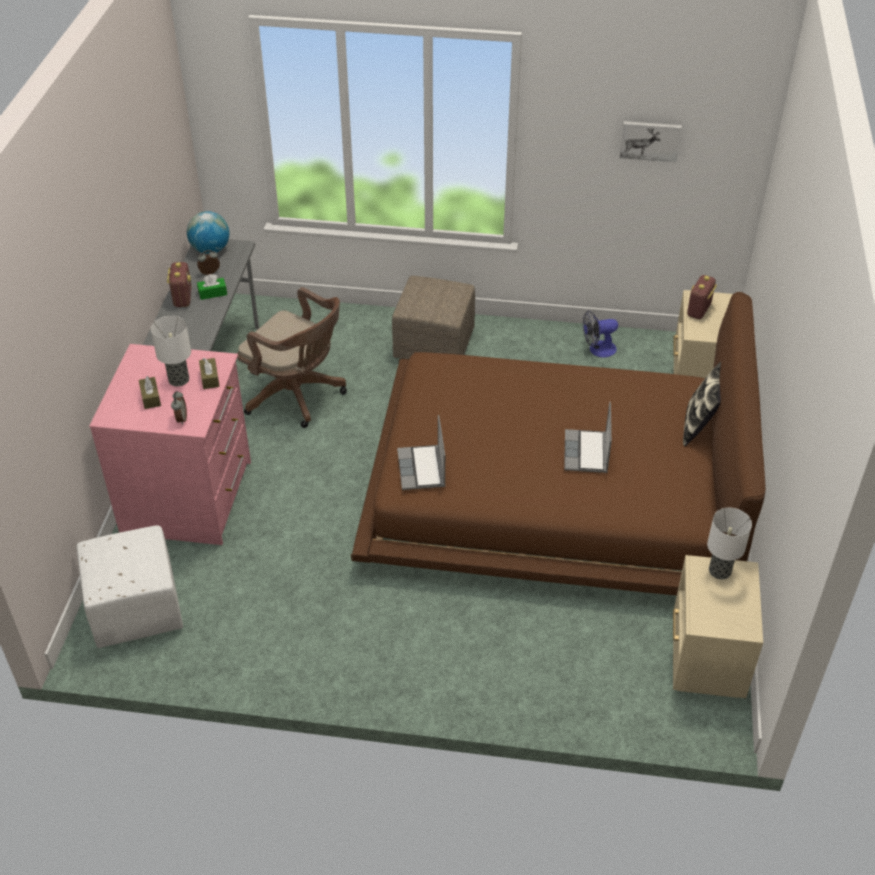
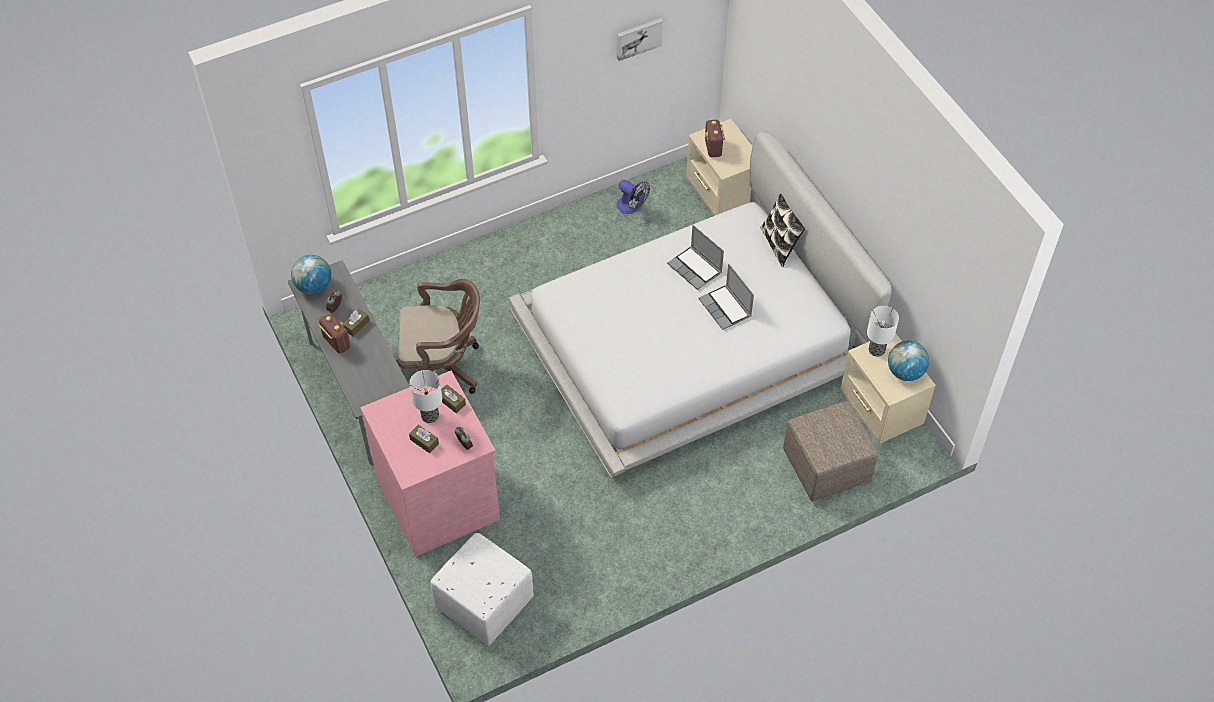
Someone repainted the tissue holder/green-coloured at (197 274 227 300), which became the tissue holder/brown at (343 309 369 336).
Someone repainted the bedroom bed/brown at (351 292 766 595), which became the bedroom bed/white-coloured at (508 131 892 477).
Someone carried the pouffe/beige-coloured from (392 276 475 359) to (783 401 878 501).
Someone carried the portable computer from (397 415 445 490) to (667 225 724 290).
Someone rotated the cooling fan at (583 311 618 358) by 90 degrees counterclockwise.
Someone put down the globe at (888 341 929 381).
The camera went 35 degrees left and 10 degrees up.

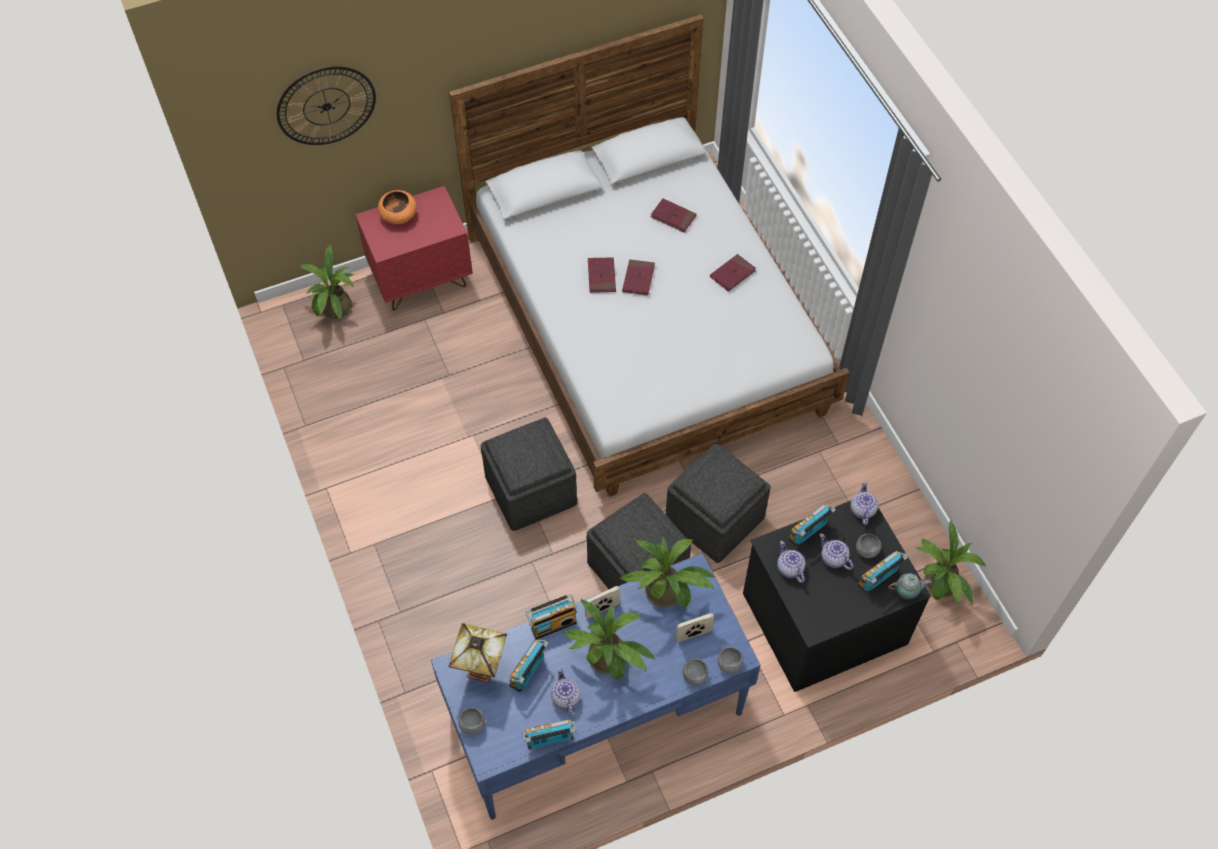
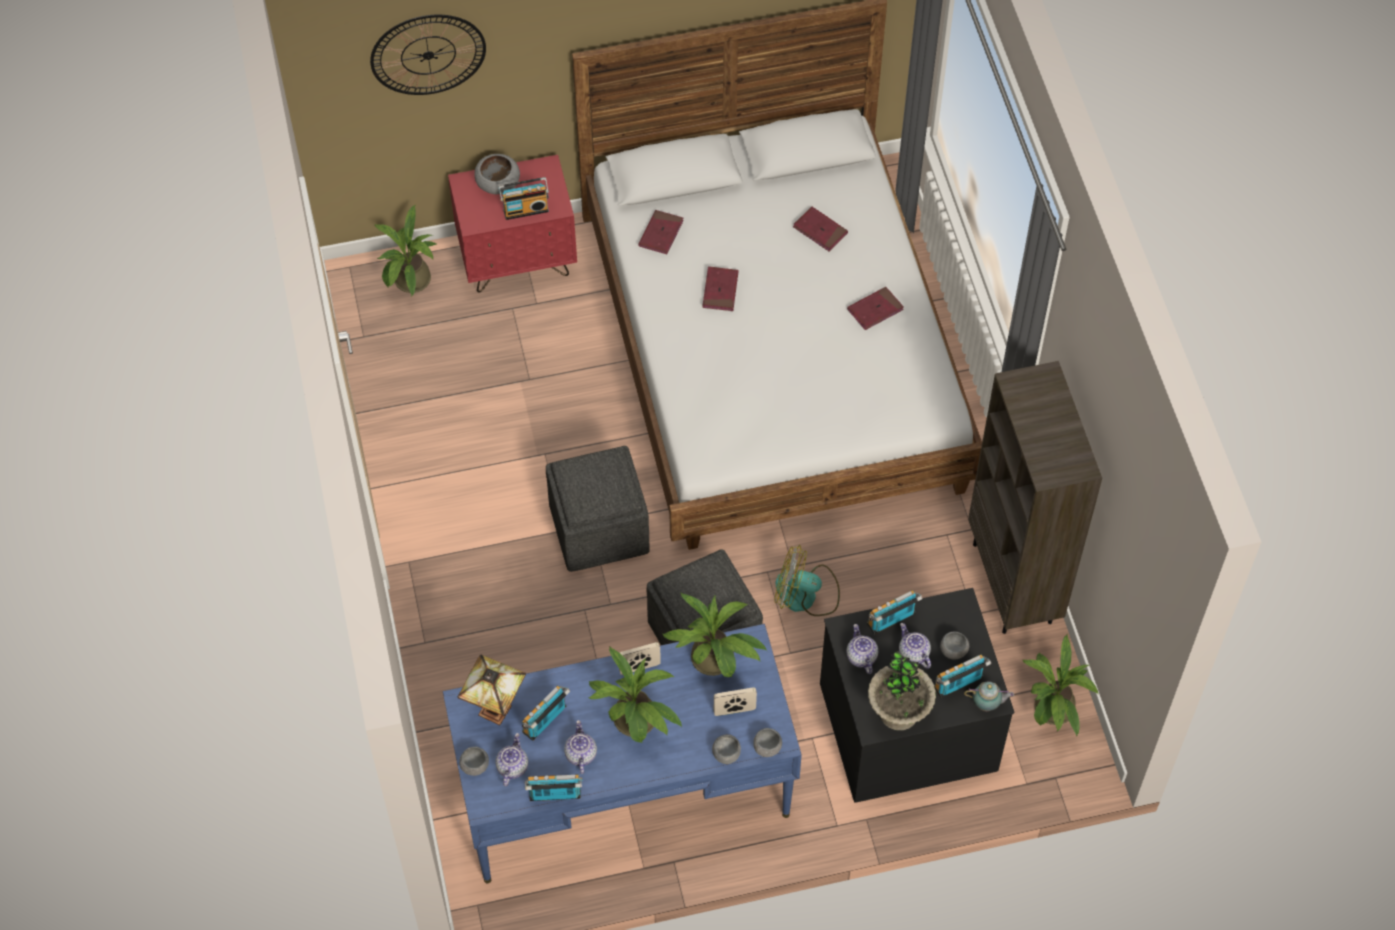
Someone repainted the serving bowl/orangey at (378 190 417 224), which became the serving bowl/grey at (474 154 520 194).
Someone carried the radio from (526 594 577 640) to (498 177 549 220).
Someone carried the book/reddish from (622 259 655 295) to (638 210 684 254).
Someone swapped the pouffe/grey at (666 443 771 563) for the cooling fan at (774 545 840 616).
Someone carried the tea pot from (850 481 878 525) to (495 733 528 786).
Someone put down the houseplant at (868 651 936 731).
Someone put down the bookshelf/brown at (968 361 1102 634).
The camera went 10 degrees right and 0 degrees up.

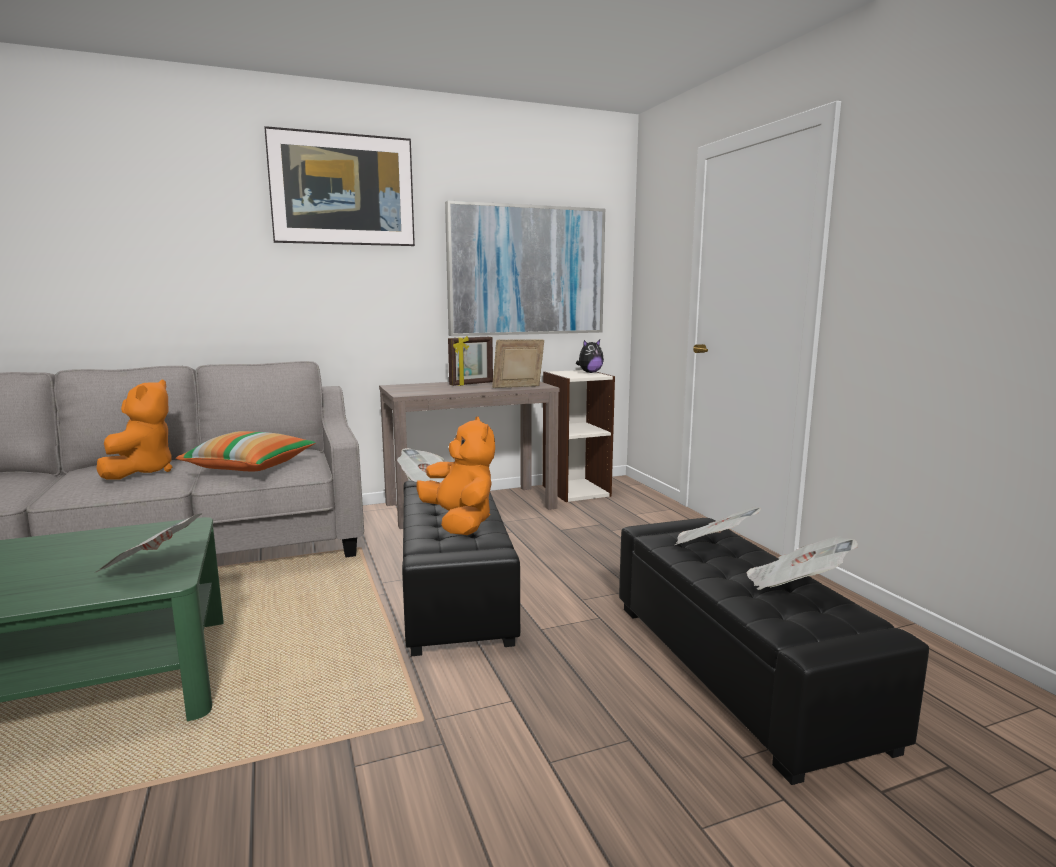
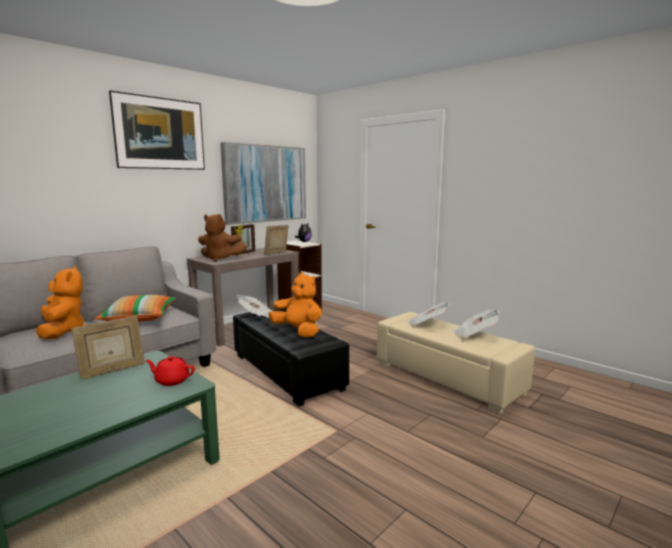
Someone swapped the newspaper at (94 513 202 573) for the tea pot/reddish at (145 356 195 386).
Someone repainted the pouffe/black at (619 518 929 785), which became the pouffe/beige-coloured at (377 312 535 414).
Someone put down the standing frame at (71 316 145 379).
Someone put down the soft toy/brown at (198 214 247 262).
The camera went 25 degrees left and 0 degrees up.

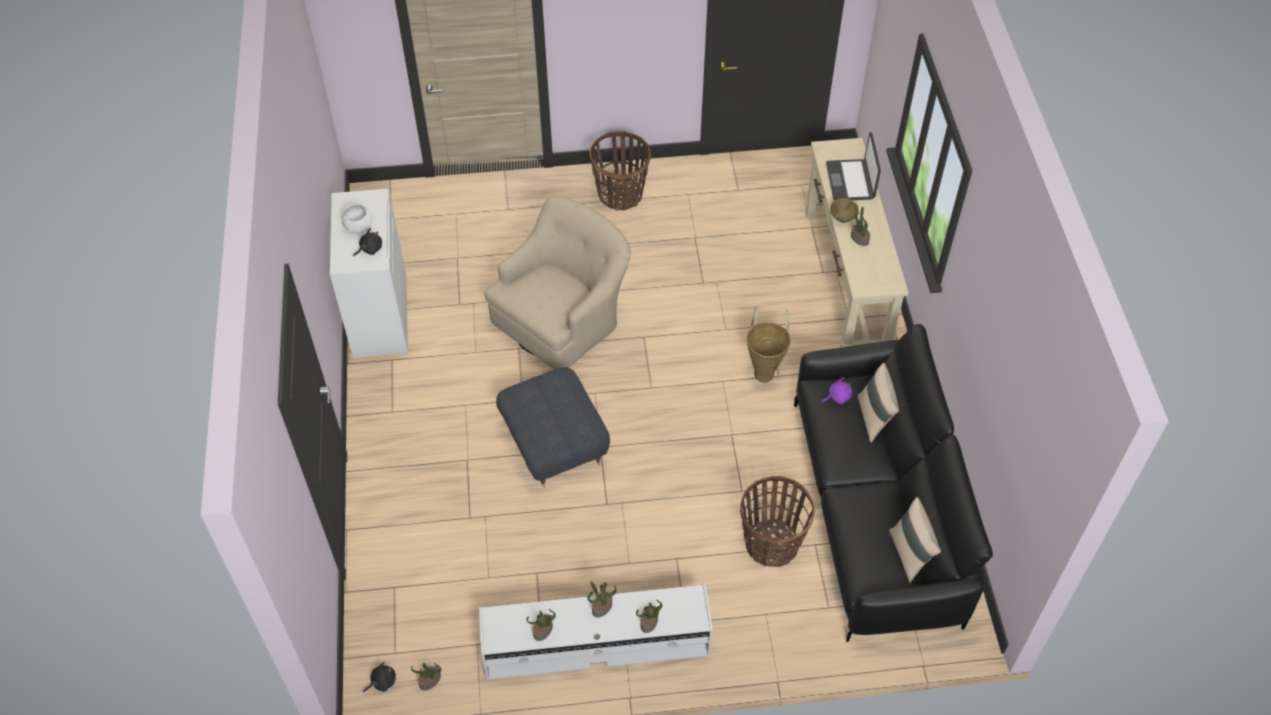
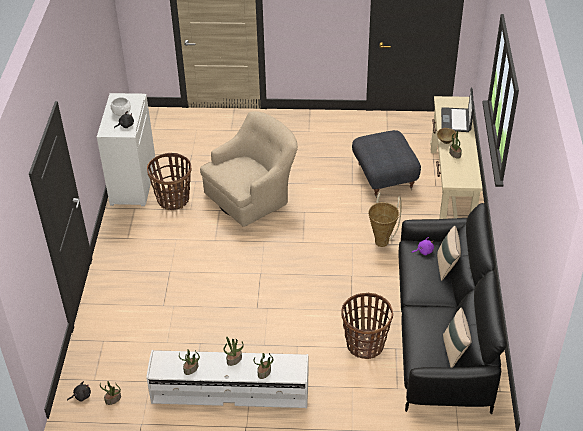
Someone carried the pouffe/grey from (496 367 610 487) to (352 130 421 198).
Someone carried the household basket from (589 131 651 211) to (147 153 192 210).
The camera went 10 degrees right and 10 degrees down.

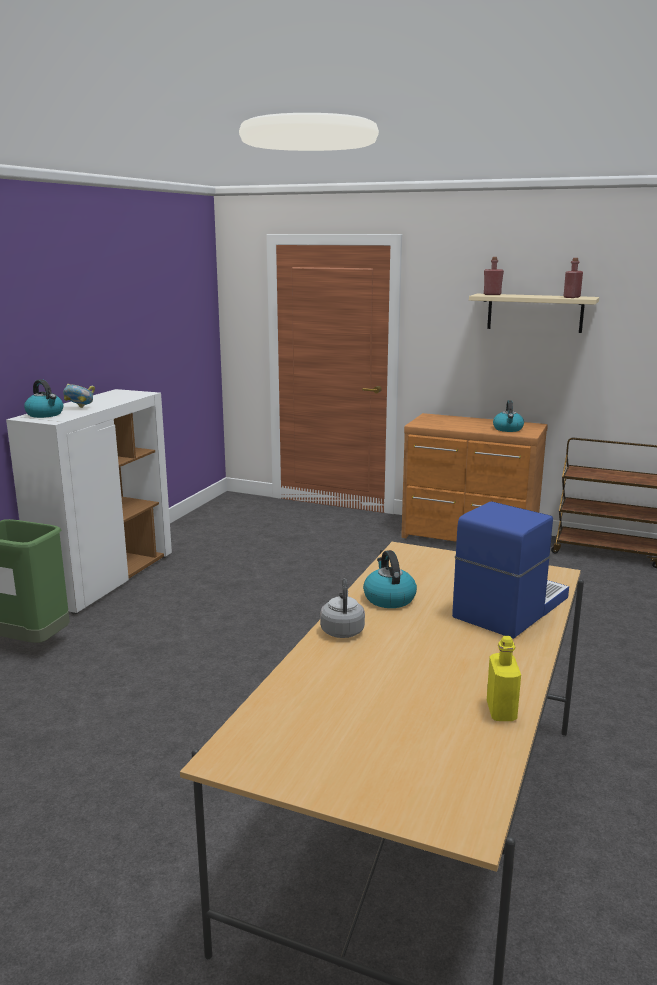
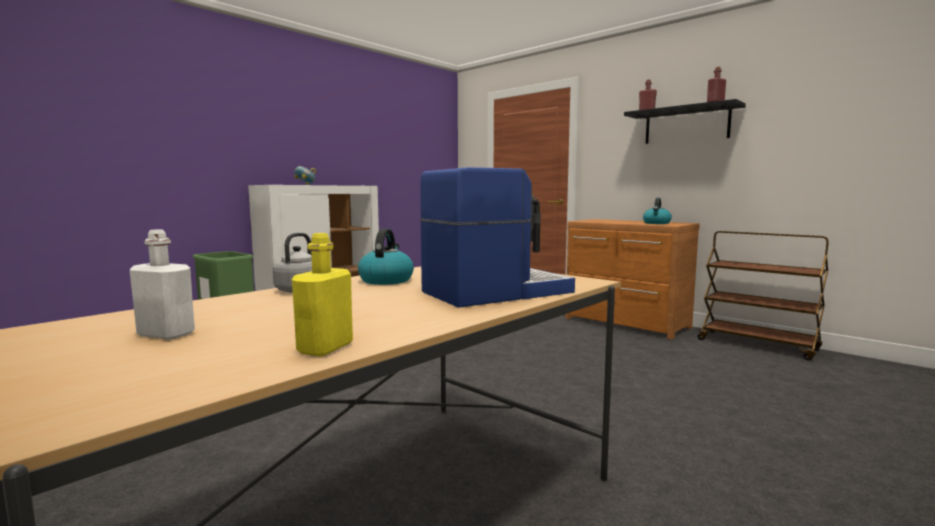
Someone took away the water kettle at (24 379 63 418).
Someone repainted the wall shelf/beige-coloured at (469 294 599 333), which became the wall shelf/black at (624 99 746 144).
Someone put down the drink bottle/white-coloured at (129 229 195 340).
The camera went 20 degrees right and 10 degrees down.

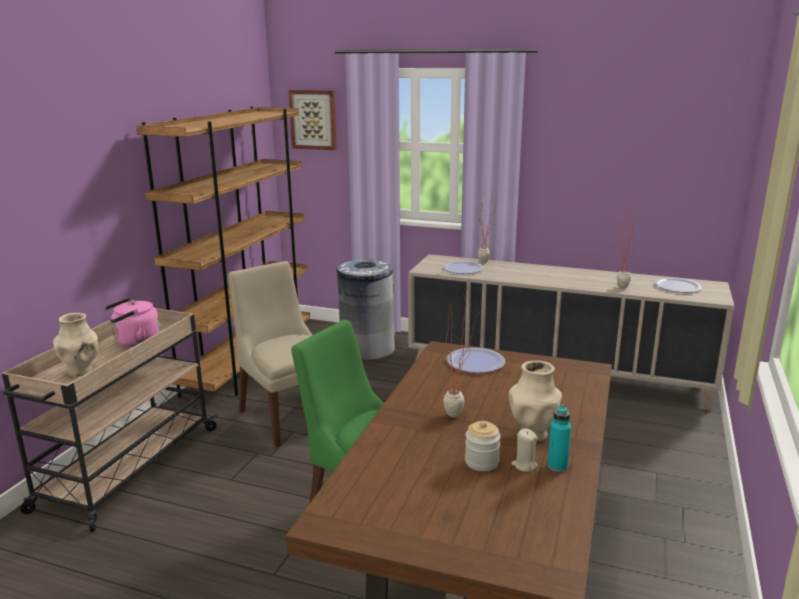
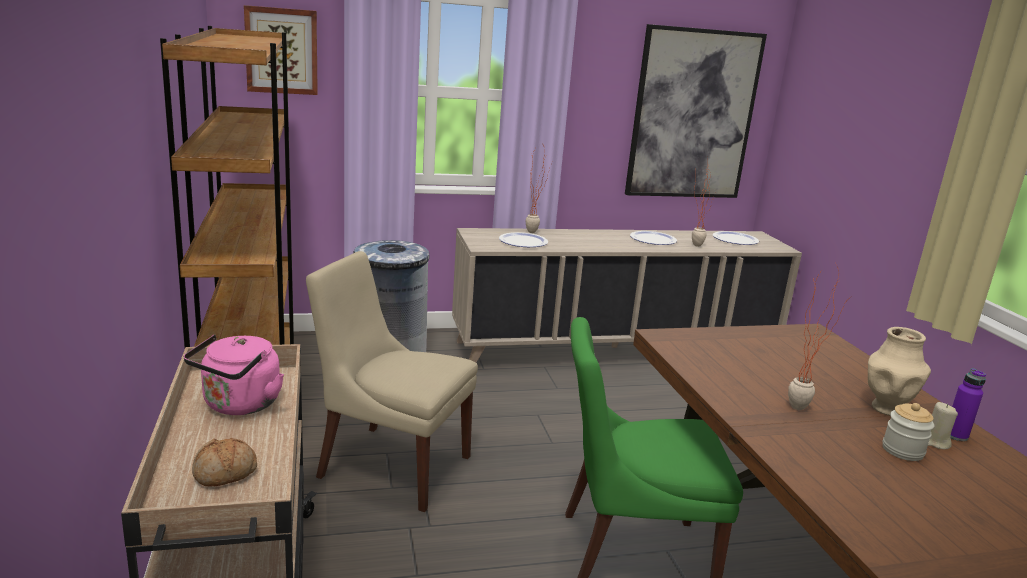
Someone swapped the vase/beige-coloured at (53 313 98 377) for the bakery bread at (192 438 257 487).
Someone carried the flat dish from (446 348 505 373) to (630 231 677 245).
Someone repainted the drink bottle/turquoise at (547 405 571 472), which became the drink bottle/purplish at (950 369 987 441).
Someone put up the wall picture at (625 24 767 198).
The camera went 35 degrees left and 0 degrees up.

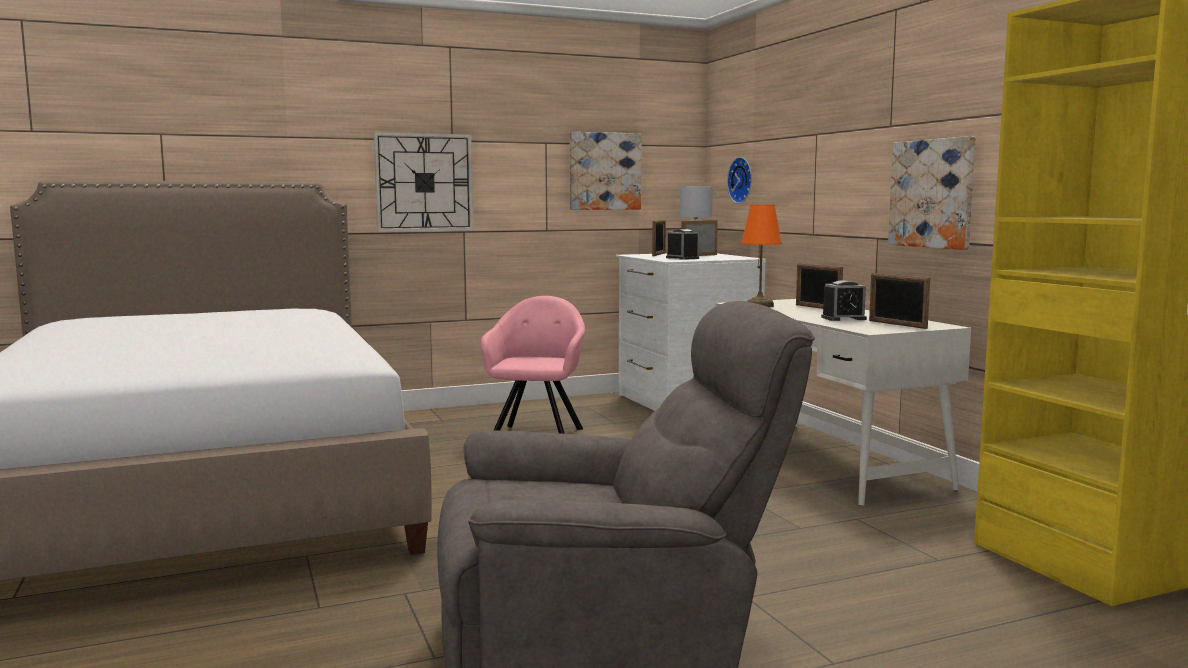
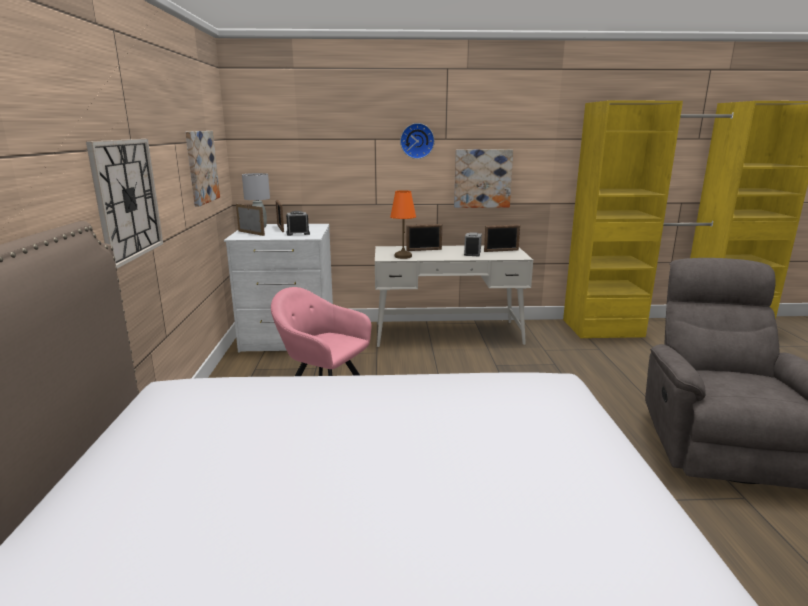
Someone carried the wall clock from (727 157 752 204) to (400 123 435 159).
The camera went 70 degrees left and 10 degrees up.

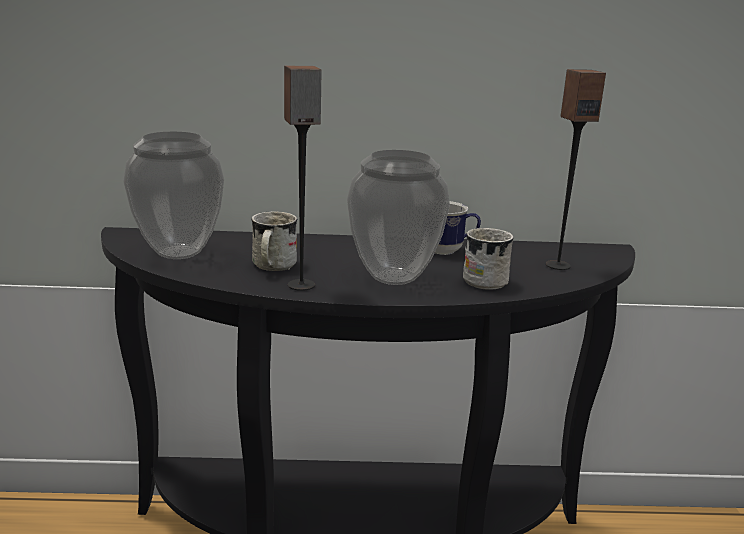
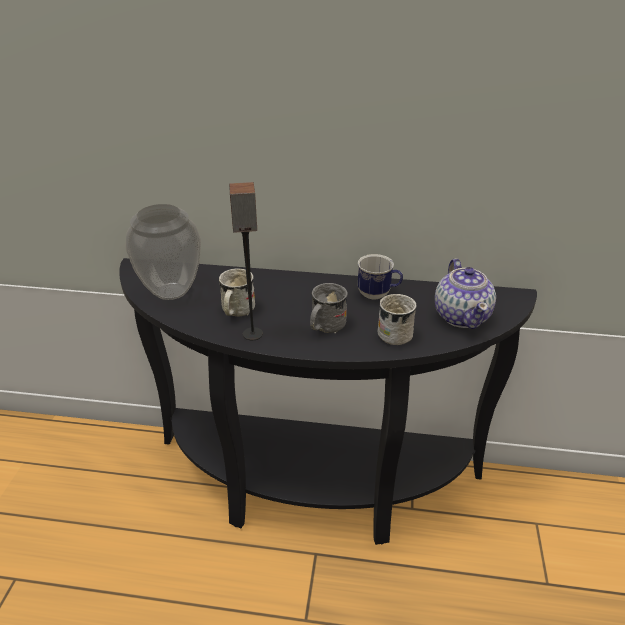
Someone swapped the vase at (347 150 450 285) for the mug/grey at (310 283 348 334).
Someone swapped the audio speaker at (546 69 606 270) for the tea pot at (435 259 496 329).
The camera went 10 degrees right and 15 degrees up.

